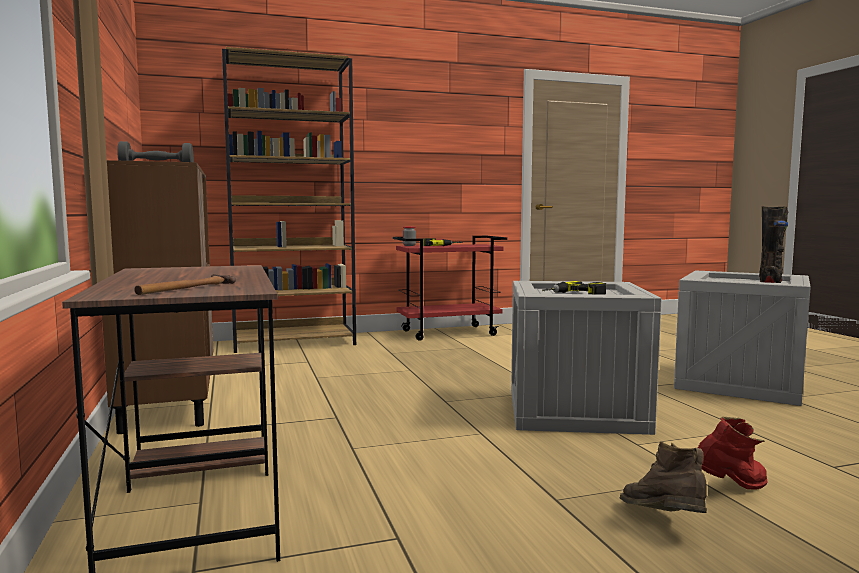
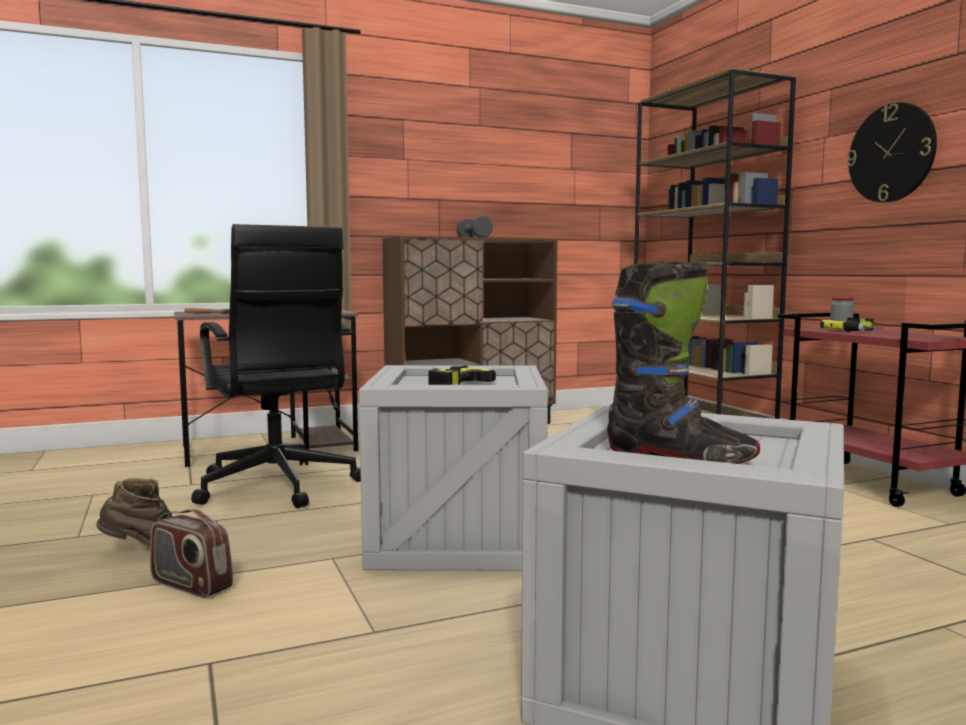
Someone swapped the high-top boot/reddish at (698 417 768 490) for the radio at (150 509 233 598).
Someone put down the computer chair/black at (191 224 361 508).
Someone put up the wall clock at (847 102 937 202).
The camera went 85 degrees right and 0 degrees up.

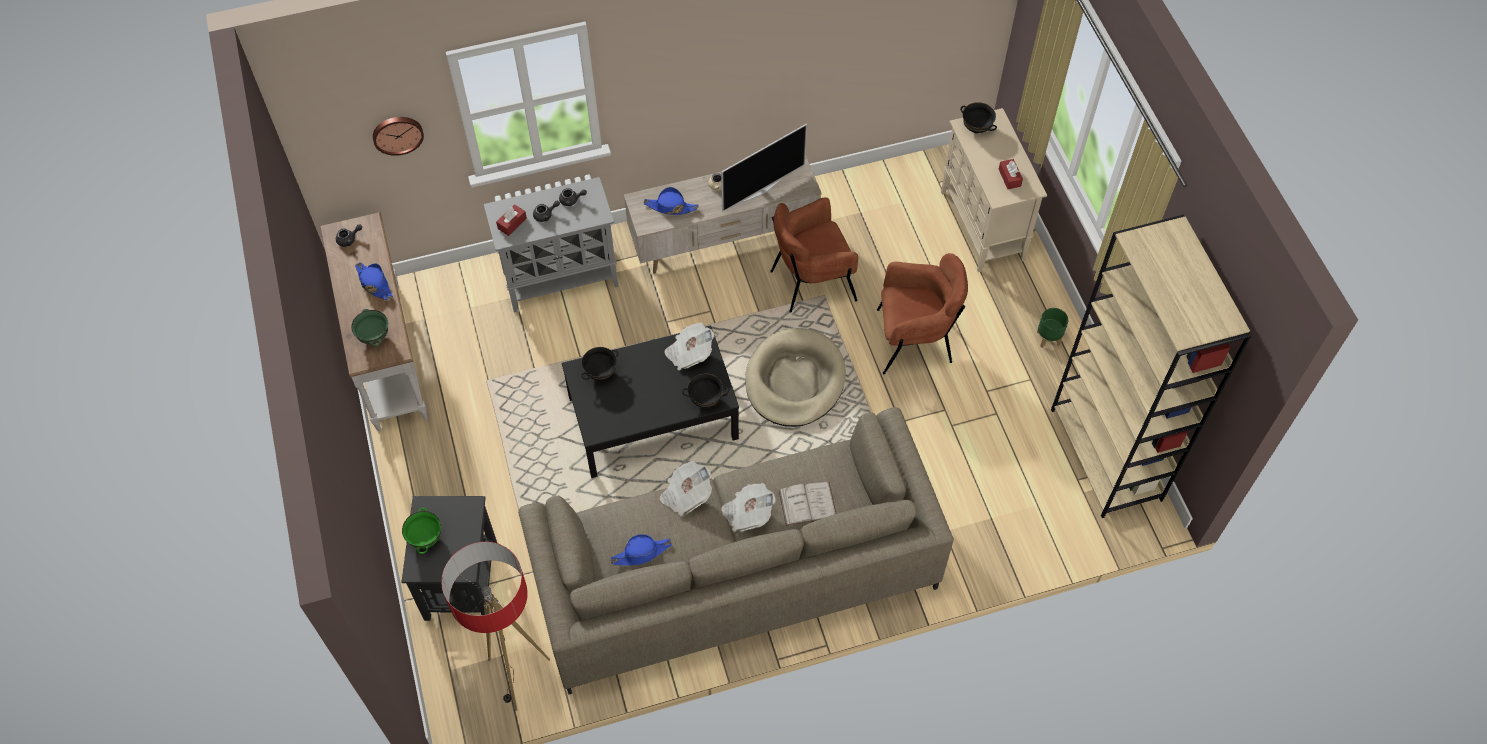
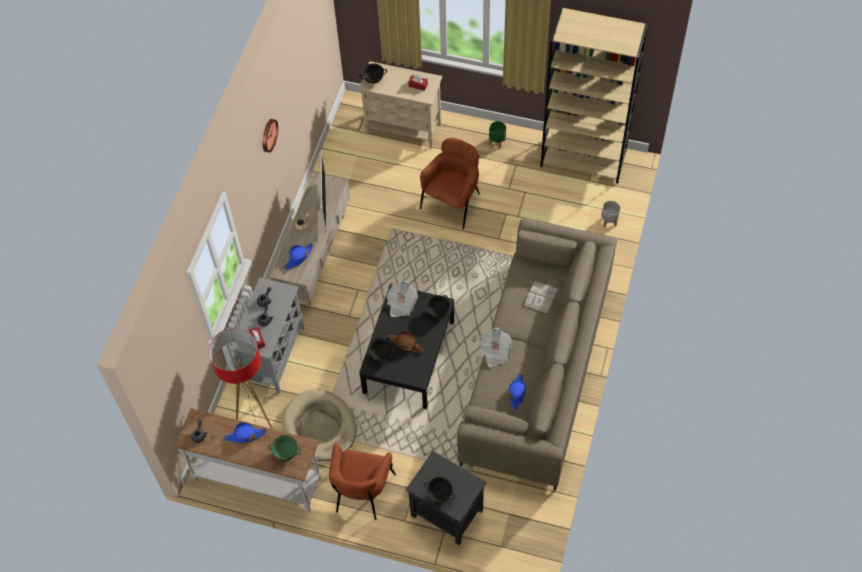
Someone carried the wall clock from (373 117 424 156) to (262 119 278 152).
Someone repainted the serving bowl/green-coloured at (402 508 441 554), which became the serving bowl/black at (424 477 455 503).
Someone carried the floor lamp from (441 542 550 711) to (208 328 273 429).
Someone took away the newspaper at (721 483 776 532).
Someone carried the dog bed/beige-coloured from (745 328 846 427) to (282 389 357 461).
Someone carried the lounge chair/brown from (770 197 858 312) to (329 443 396 520).
Someone put down the hat/brown at (388 331 425 352).
Someone put down the plant pot/grey at (601 201 620 227).
The camera went 55 degrees left and 0 degrees up.

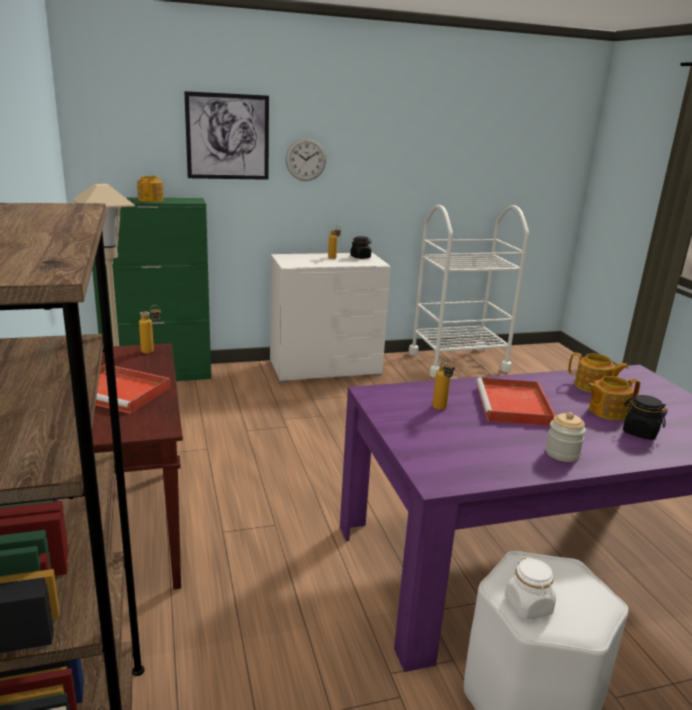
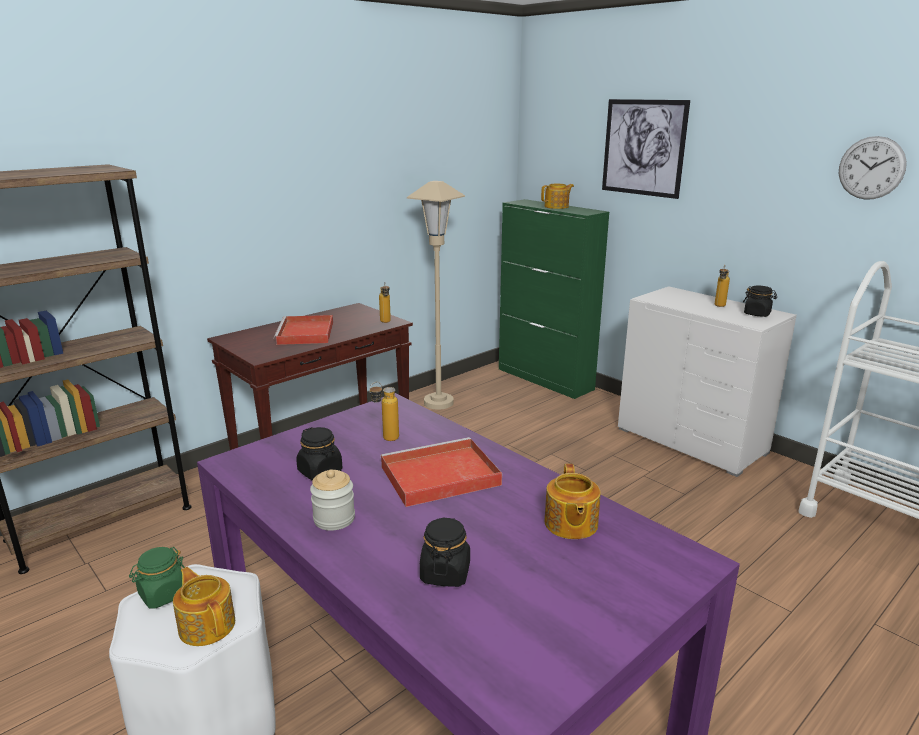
Someone carried the wall clock from (286 138 326 181) to (839 136 907 199).
Someone repainted the jar/white-coloured at (505 556 556 620), which became the jar/green-coloured at (129 547 185 609).
Someone carried the tea pot from (587 376 641 420) to (173 567 235 646).
Someone put down the jar/black at (296 427 342 481).
The camera went 65 degrees right and 0 degrees up.

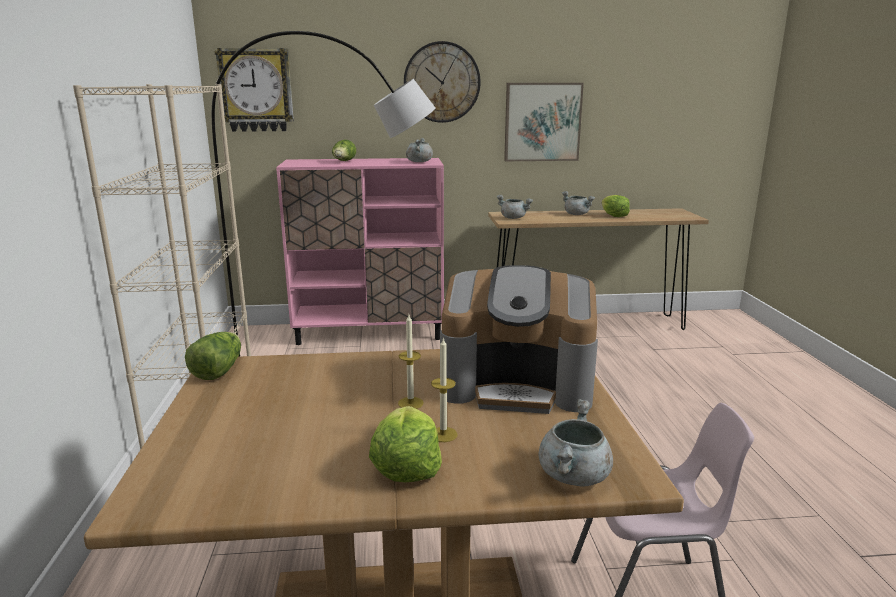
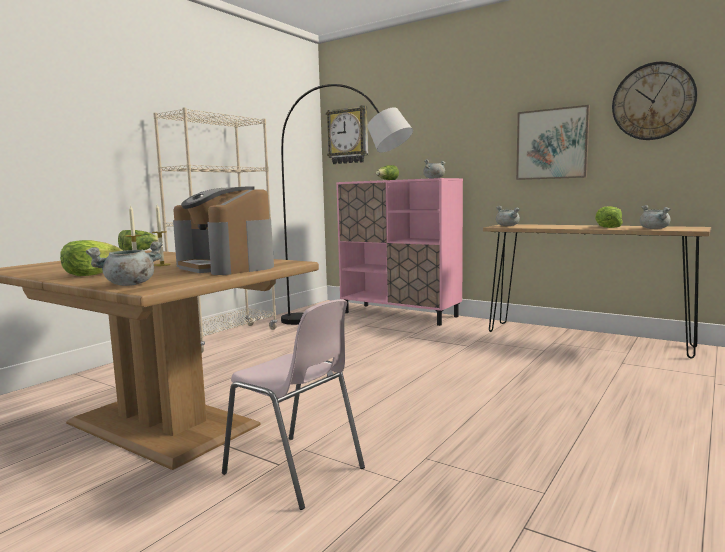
Someone carried the wall clock from (404 41 481 123) to (612 62 697 140).
Someone carried the cooking pot/grey from (562 191 595 215) to (640 205 671 229).
The camera went 40 degrees right and 10 degrees down.

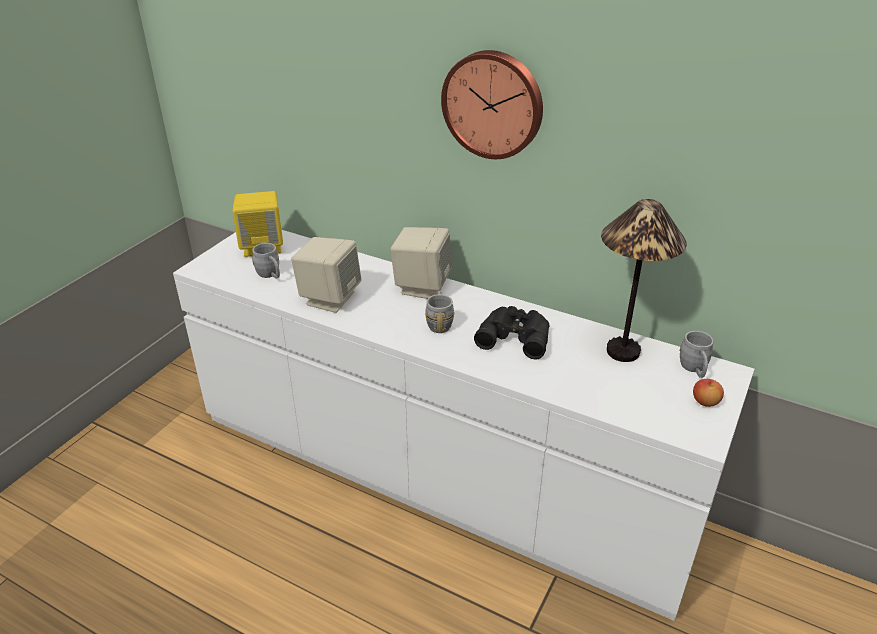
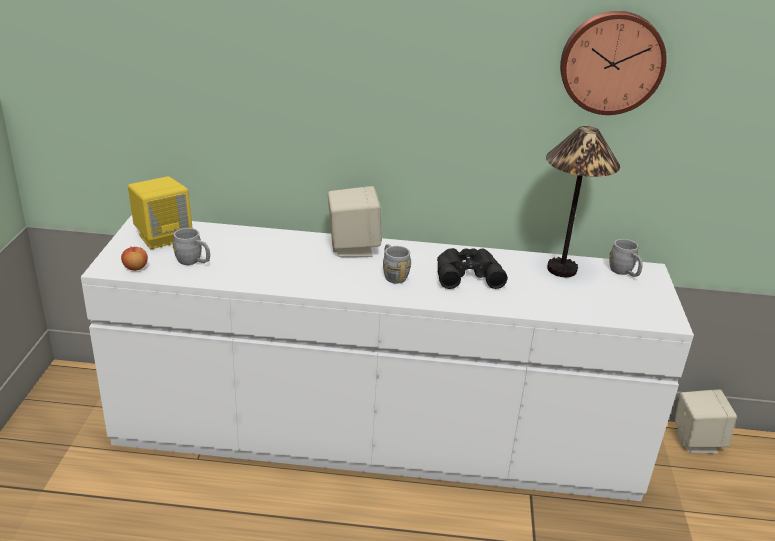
Someone carried the audio speaker/beige-coloured from (291 237 362 313) to (675 390 737 454).
Someone carried the wall clock from (441 50 543 159) to (560 11 667 115).
Someone carried the whole apple from (693 379 724 407) to (121 246 148 271).
The camera went 25 degrees left and 5 degrees down.

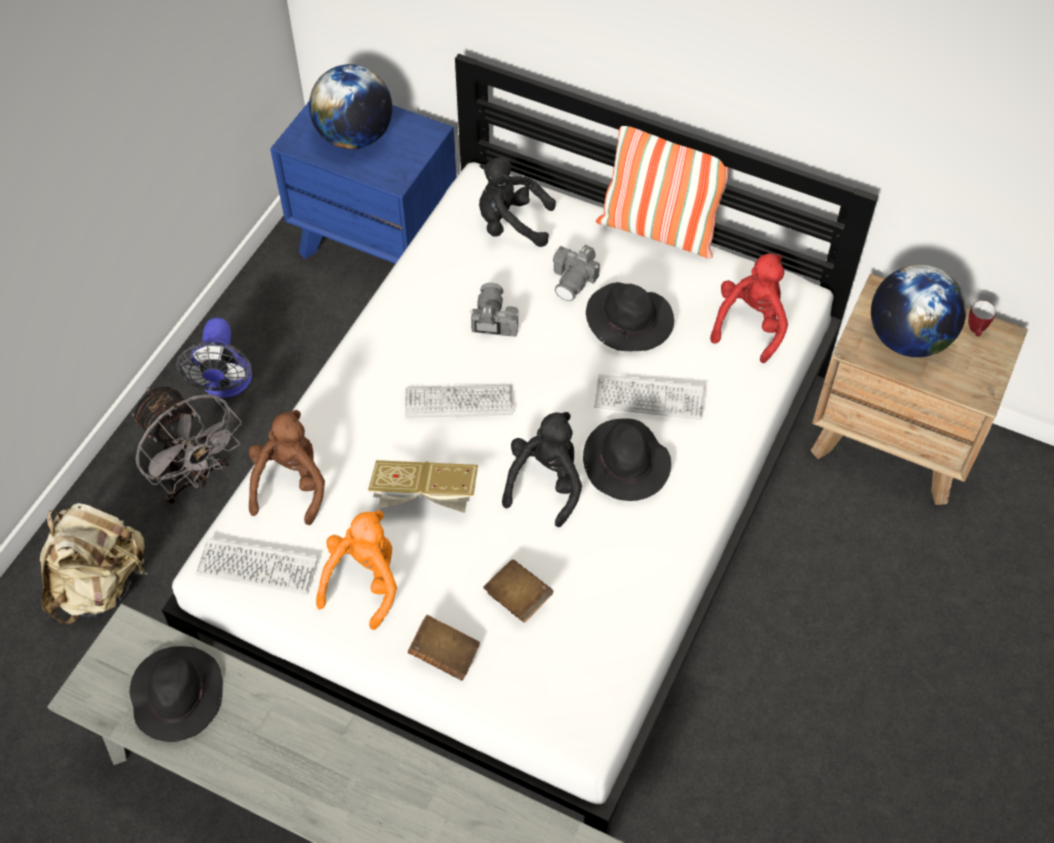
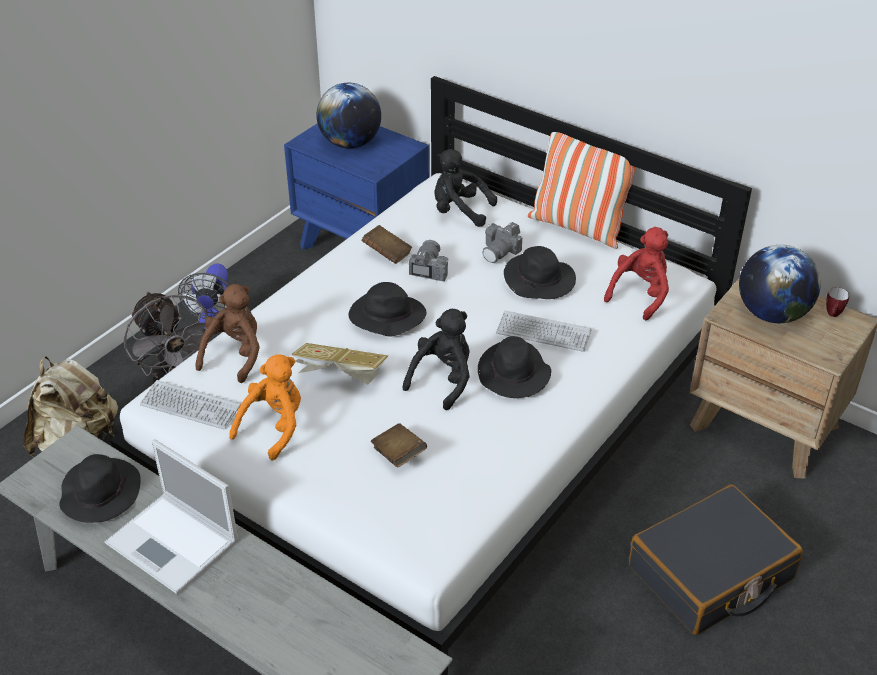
Someone swapped the keyboard at (405 385 513 418) for the hat/black at (348 282 426 337).
Someone carried the book/brown from (408 615 480 681) to (362 225 412 264).
Someone put down the portable computer at (105 439 238 594).
Someone put down the piece of luggage/black at (629 484 803 635).
The camera went 10 degrees right and 15 degrees down.

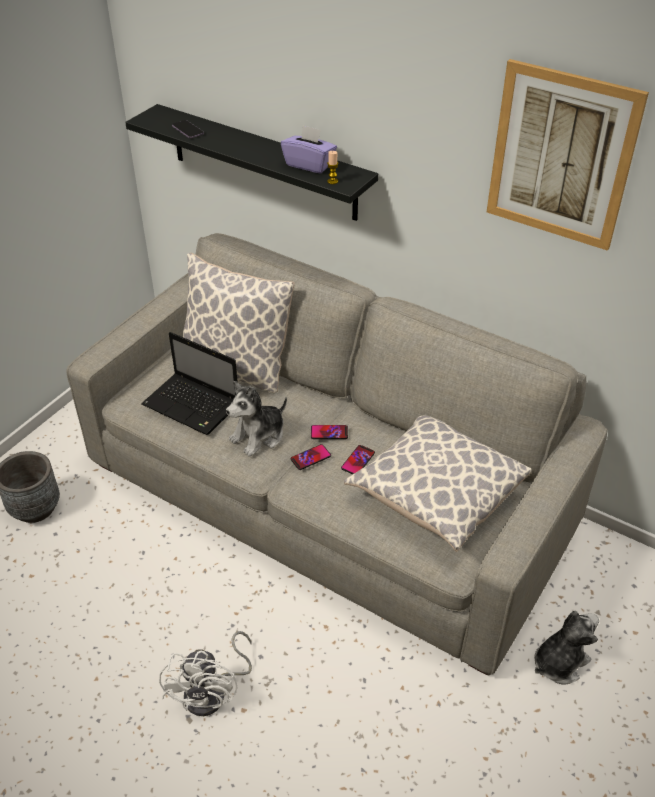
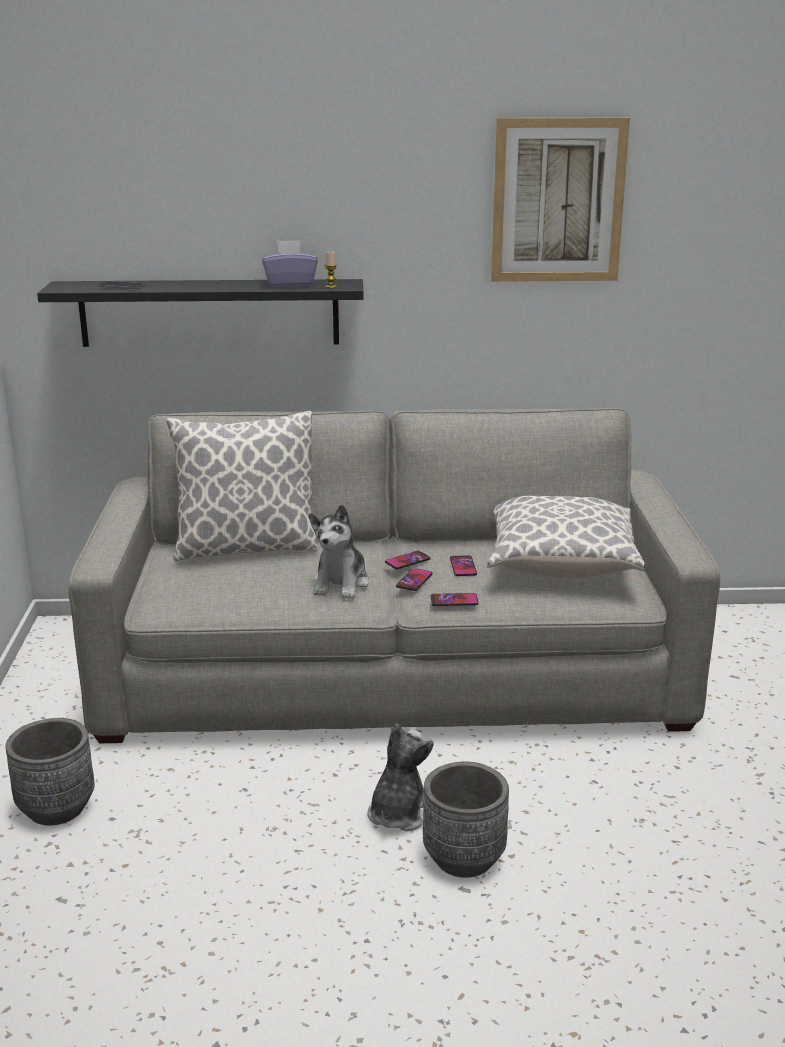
Someone took away the portable computer at (141 332 238 435).
Someone swapped the cooling fan/white-coloured at (159 631 252 716) for the plant pot/grey at (423 761 509 878).
Someone carried the soft toy from (534 610 599 684) to (367 723 434 831).
Someone put down the telephone at (431 593 478 606).
The camera went 35 degrees left and 20 degrees down.

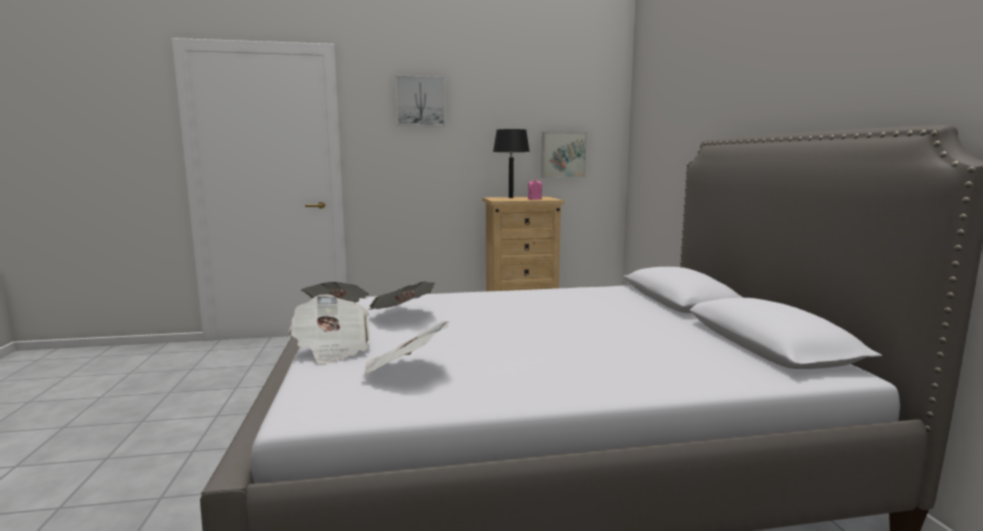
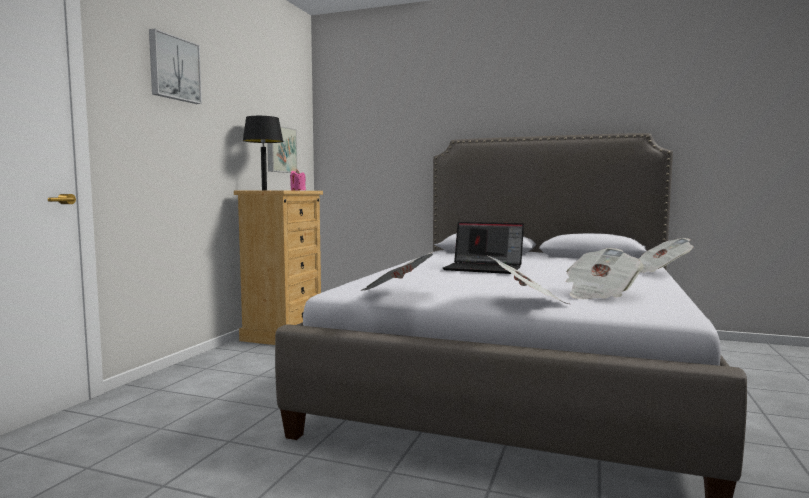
Someone carried the newspaper from (369 281 435 310) to (639 238 693 273).
Someone put down the portable computer at (443 222 524 274).
The camera went 60 degrees left and 5 degrees down.

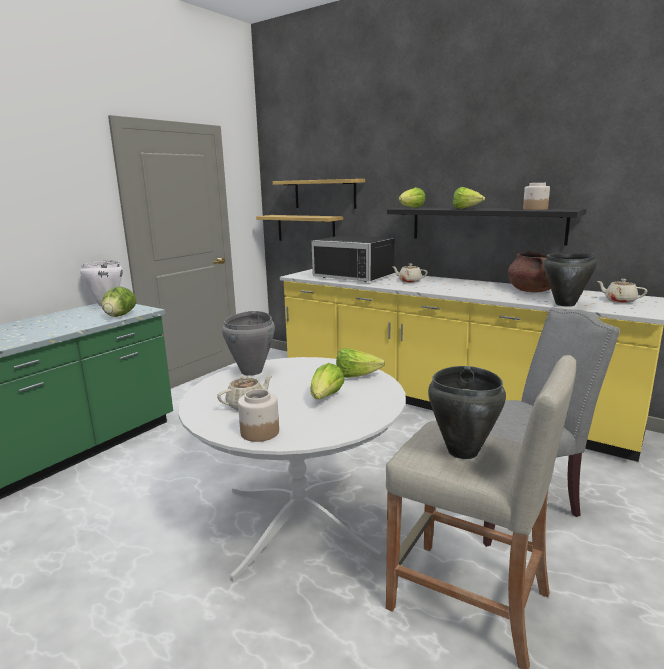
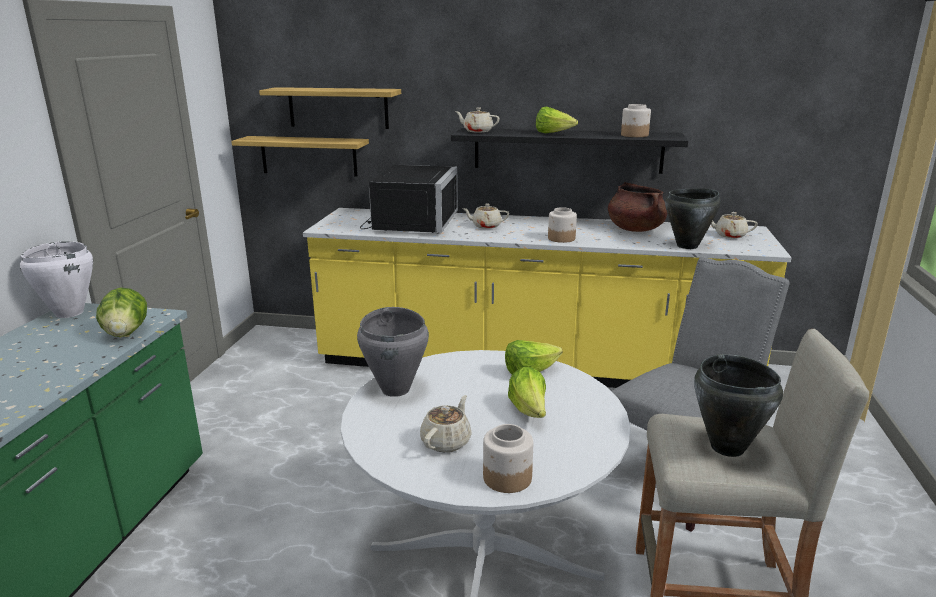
Someone rotated the microwave oven/black at (311 236 394 282) by 90 degrees counterclockwise.
Someone swapped the lettuce at (399 187 426 208) for the tea pot/beige-coloured at (456 107 500 133).
Someone put down the jar at (548 207 577 243).
The camera went 25 degrees left and 5 degrees up.

